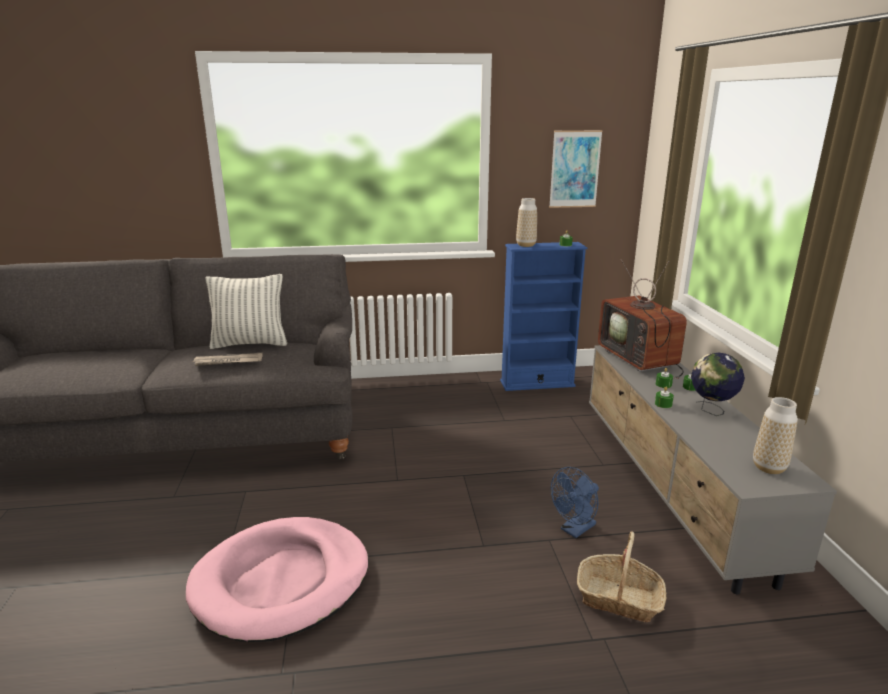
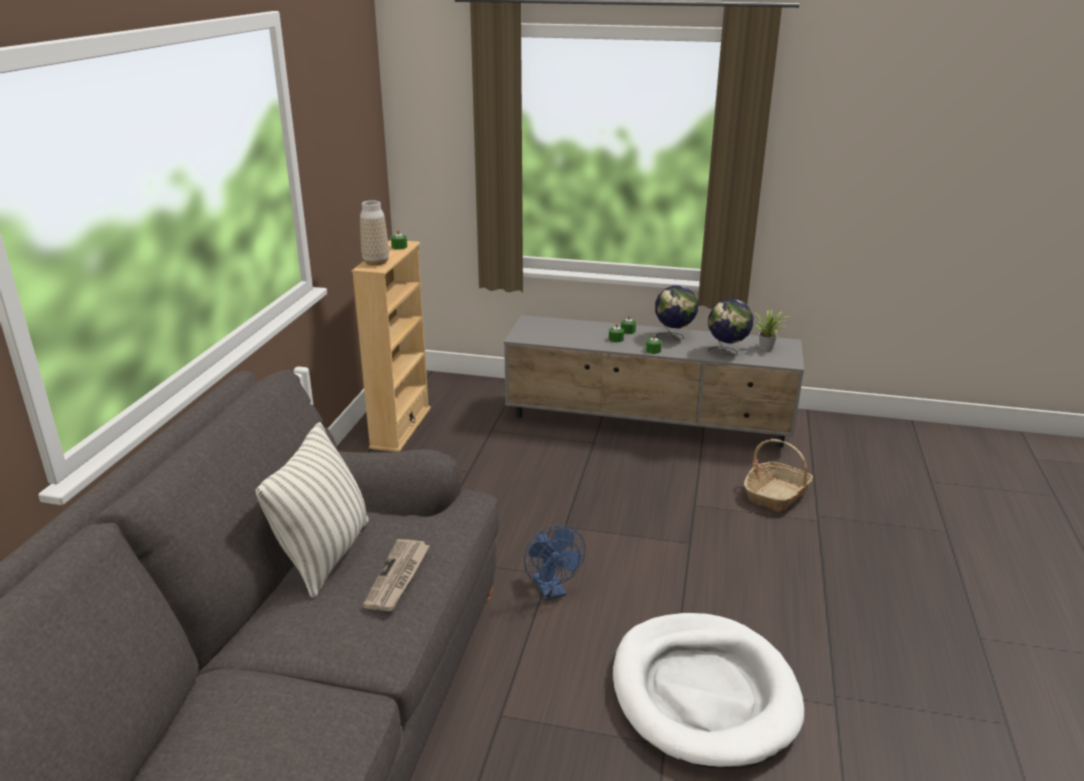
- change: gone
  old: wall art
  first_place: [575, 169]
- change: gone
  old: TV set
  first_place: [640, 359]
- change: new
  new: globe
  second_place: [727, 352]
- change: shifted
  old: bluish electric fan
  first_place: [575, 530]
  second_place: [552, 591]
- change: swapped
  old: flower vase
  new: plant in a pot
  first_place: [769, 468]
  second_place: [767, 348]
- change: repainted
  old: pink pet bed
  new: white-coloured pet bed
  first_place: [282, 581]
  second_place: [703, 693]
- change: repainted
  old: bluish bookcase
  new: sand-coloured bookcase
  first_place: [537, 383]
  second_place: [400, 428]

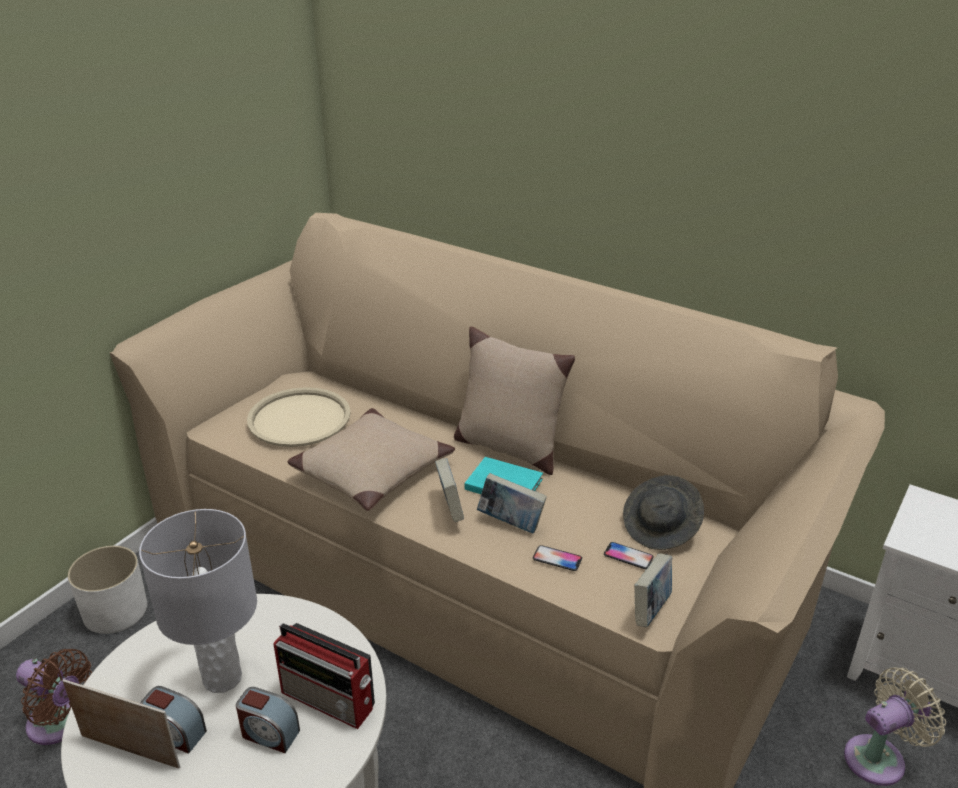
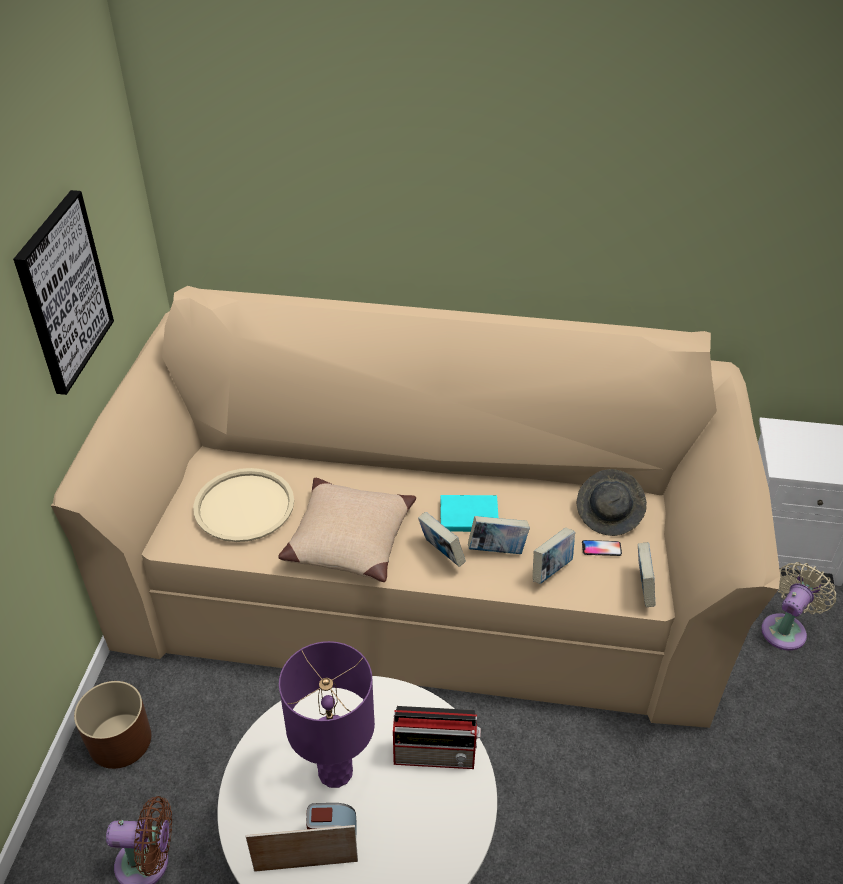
- change: gone
  old: alarm clock
  first_place: [269, 734]
- change: gone
  old: sand-coloured throw pillow
  first_place: [508, 447]
- change: new
  new: wall art
  second_place: [63, 292]
- change: swapped
  old: telephone
  new: volume
  first_place: [557, 559]
  second_place: [551, 570]
- change: repainted
  old: white-coloured planter
  new: brown planter
  first_place: [115, 611]
  second_place: [120, 741]
- change: repainted
  old: grey tabletop lamp
  new: purple-coloured tabletop lamp
  first_place: [223, 677]
  second_place: [336, 771]

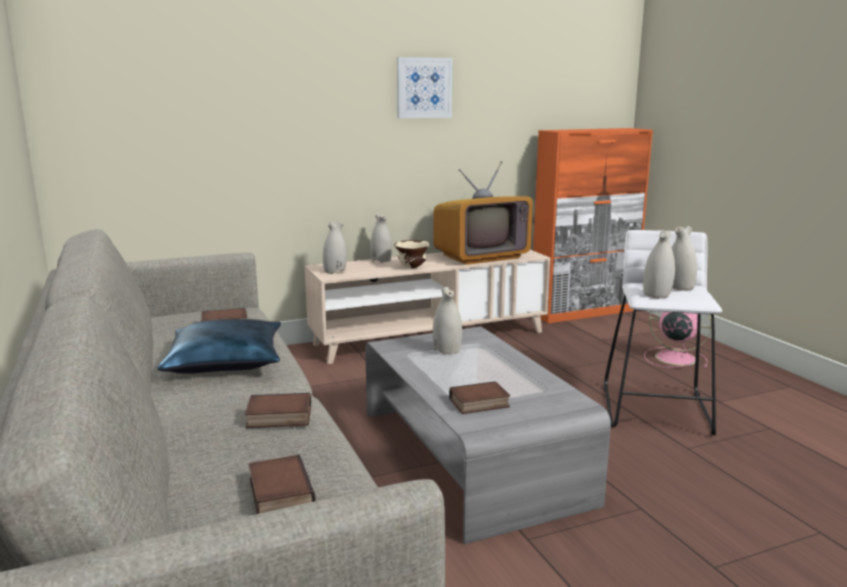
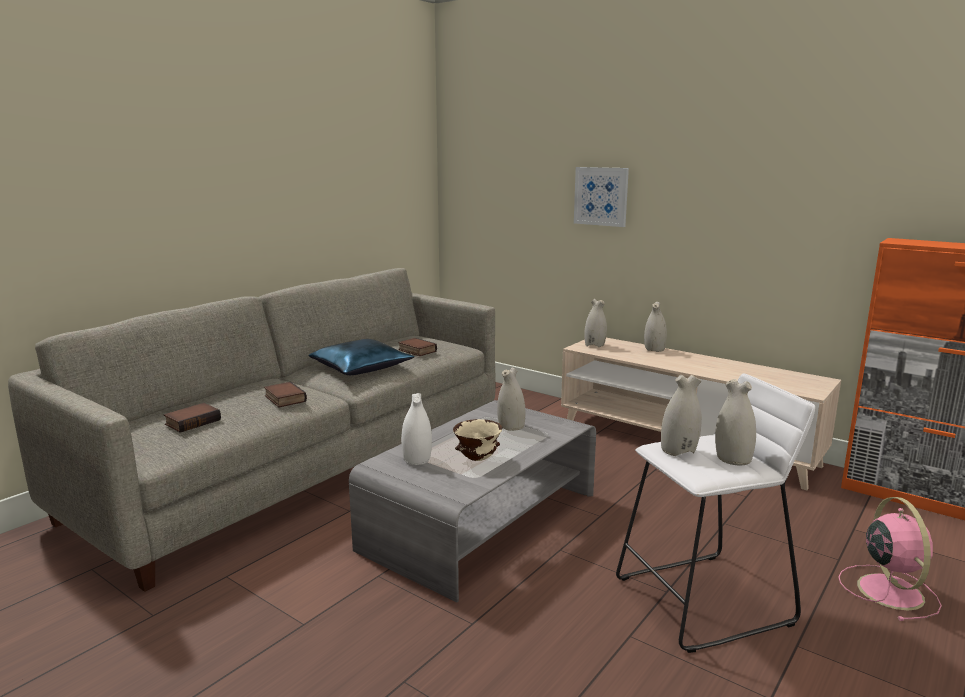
- change: gone
  old: TV set
  first_place: [481, 256]
- change: shifted
  old: sand-coloured bowl
  first_place: [412, 268]
  second_place: [477, 459]
- change: shifted
  old: wall art
  first_place: [424, 88]
  second_place: [601, 196]
- change: swapped
  old: volume
  new: white-coloured flower vase
  first_place: [479, 404]
  second_place: [417, 459]

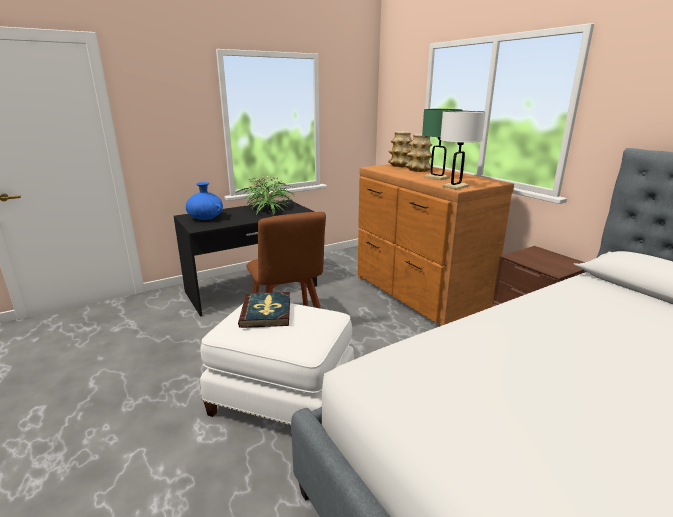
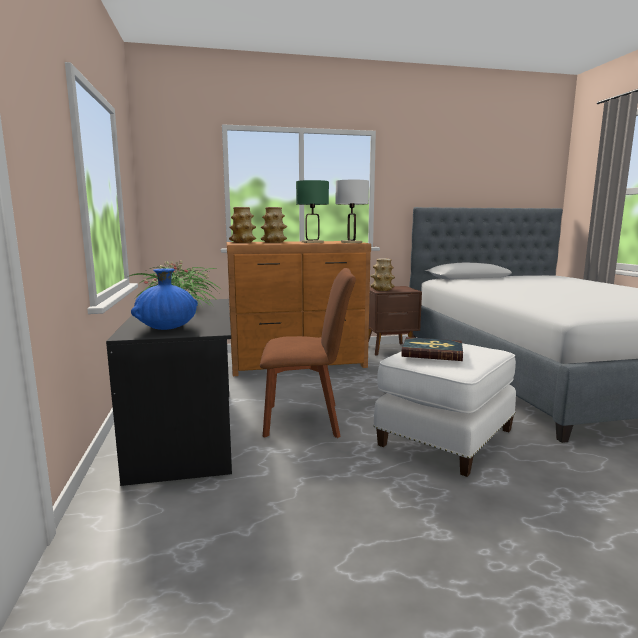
- change: new
  new: flower vase
  second_place: [382, 289]

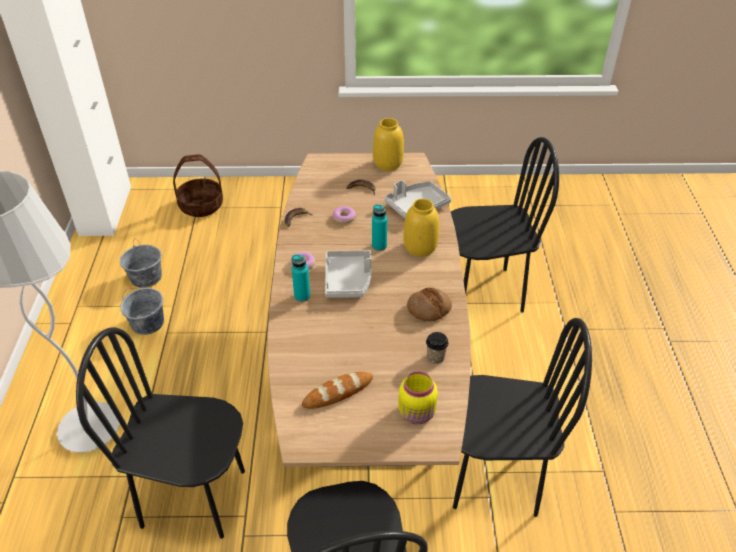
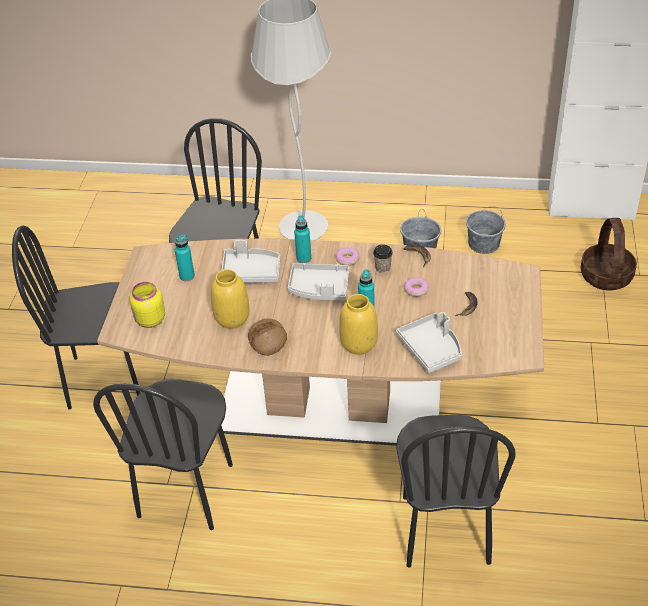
- change: new
  new: grey carrying tray
  second_place: [251, 272]
- change: shifted
  old: yellow-coloured flower vase
  first_place: [387, 164]
  second_place: [232, 318]
- change: shifted
  old: drinking cup
  first_place: [435, 357]
  second_place: [383, 268]
- change: swapped
  old: baked bread
  new: turquoise-coloured bottle
  first_place: [338, 392]
  second_place: [187, 276]

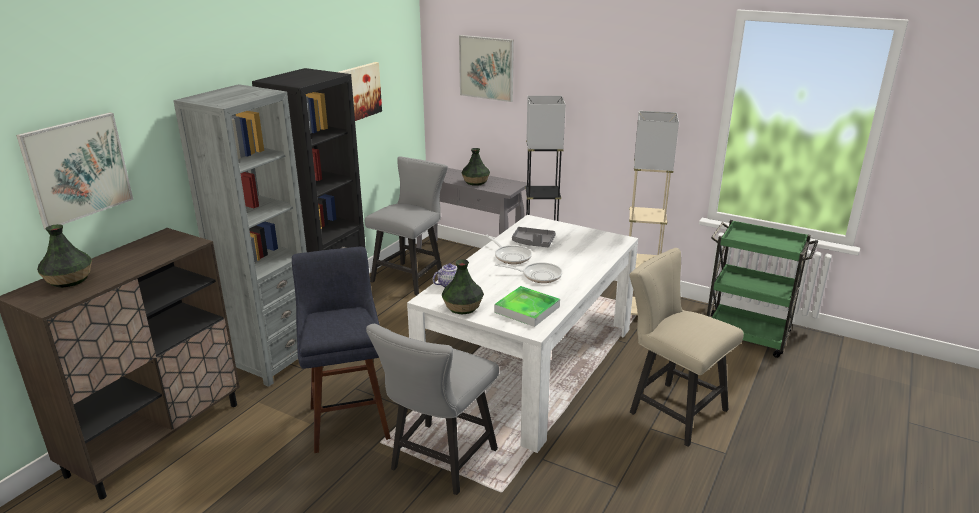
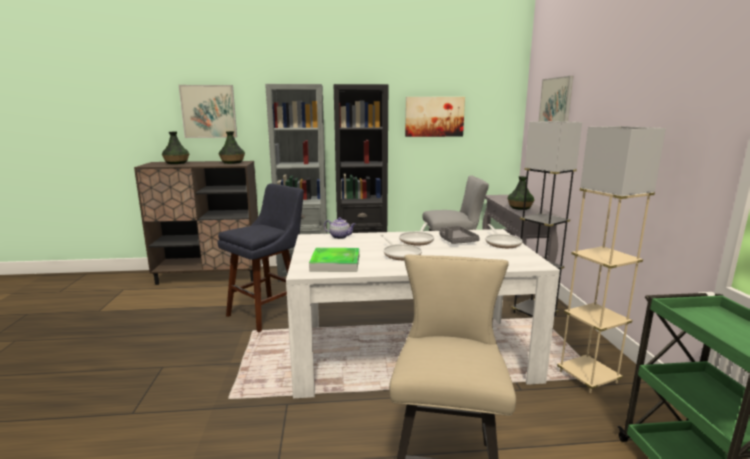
- change: gone
  old: grey plain chair
  first_place: [439, 463]
- change: new
  new: skillet
  second_place: [502, 243]
- change: shifted
  old: flower vase
  first_place: [462, 307]
  second_place: [232, 162]

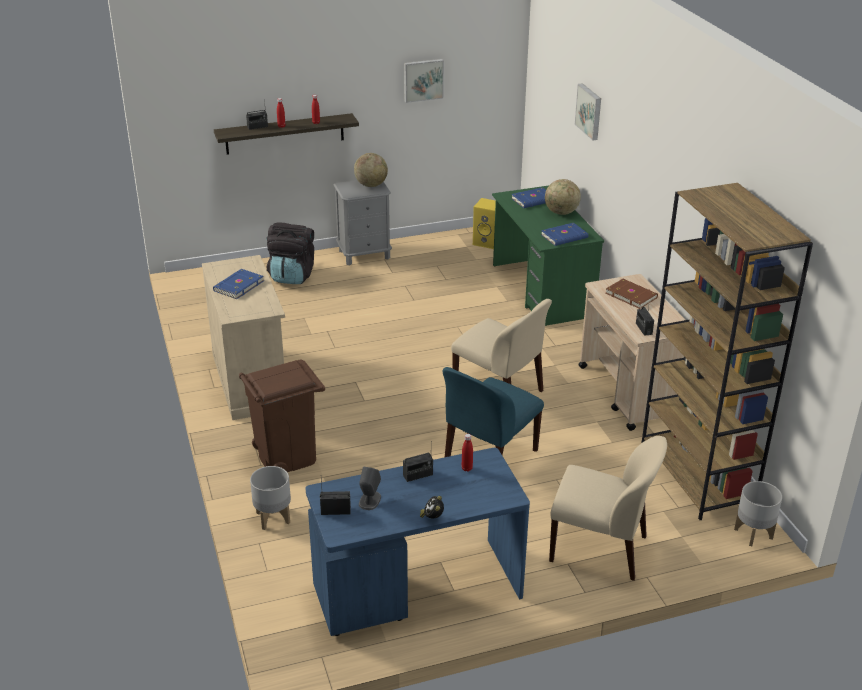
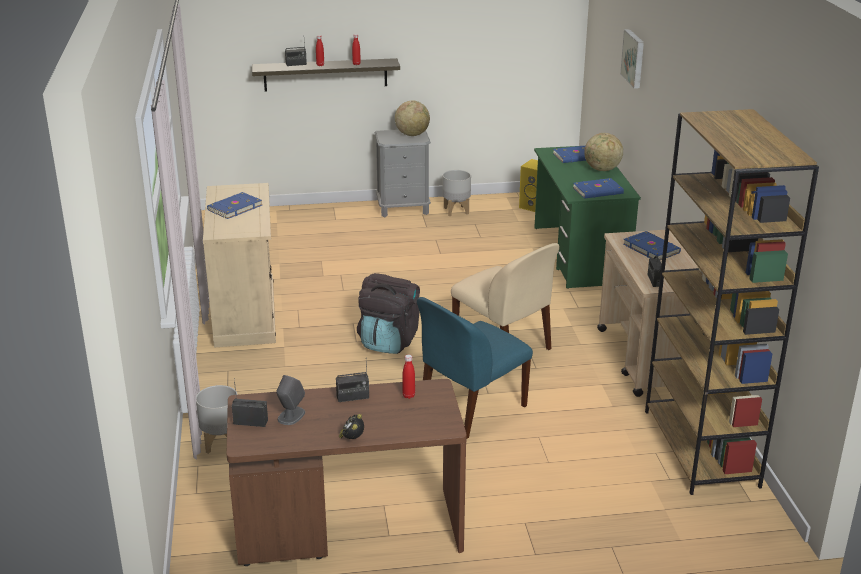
- change: gone
  old: brown waste bin
  first_place: [286, 456]
- change: gone
  old: wall art
  first_place: [423, 80]
- change: gone
  old: sand-coloured plain chair
  first_place: [601, 549]
- change: shifted
  old: blackish backpack
  first_place: [292, 276]
  second_place: [389, 341]
- change: shifted
  old: grey planter
  first_place: [753, 534]
  second_place: [456, 211]
- change: repainted
  old: bluish desk
  new: brown desk
  first_place: [417, 589]
  second_place: [349, 530]
- change: repainted
  old: brown volume
  new: bluish volume
  first_place: [631, 295]
  second_place: [651, 248]

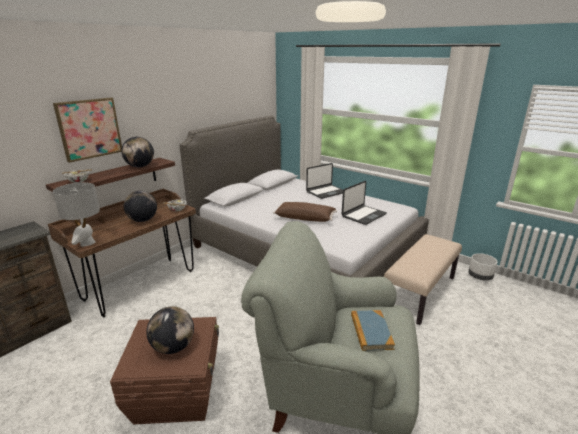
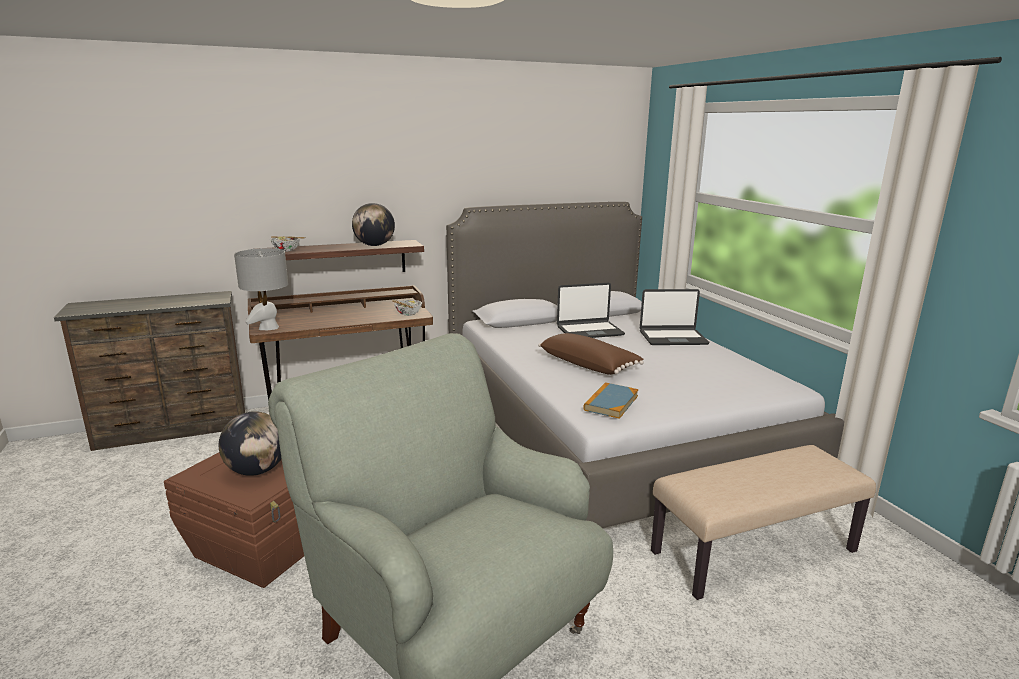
- change: gone
  old: wall art
  first_place: [89, 128]
- change: gone
  old: globe
  first_place: [143, 220]
- change: gone
  old: white-coloured planter
  first_place: [480, 277]
- change: shifted
  old: notebook computer
  first_place: [363, 215]
  second_place: [589, 331]
- change: shifted
  old: volume
  first_place: [371, 331]
  second_place: [611, 403]

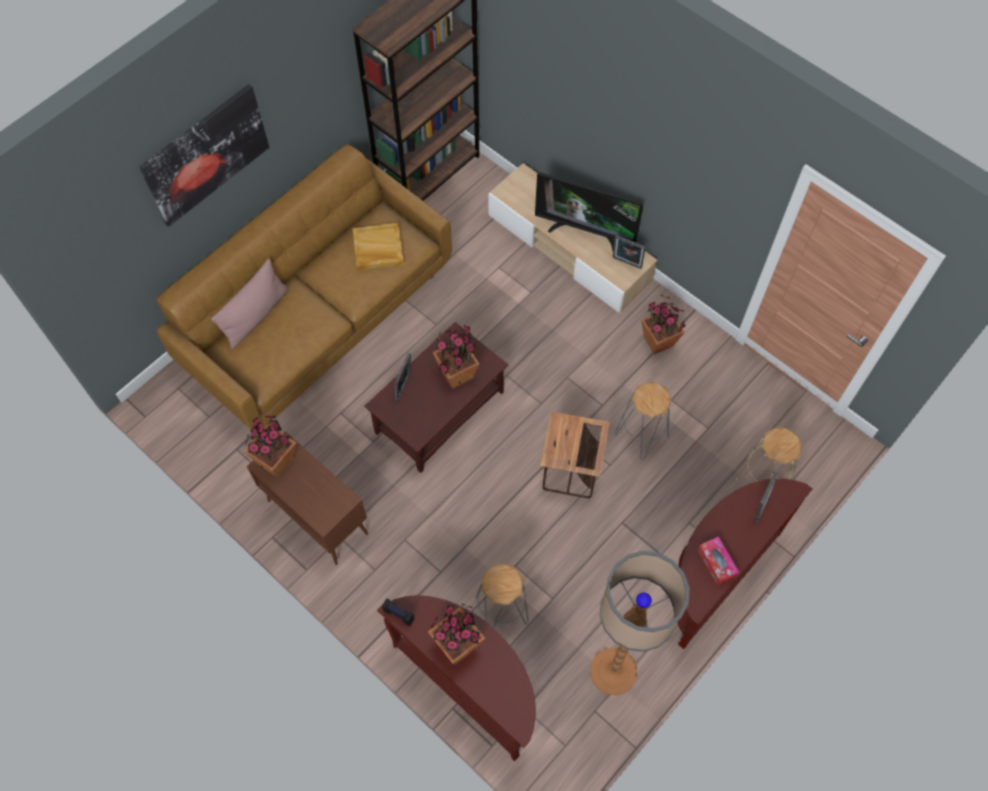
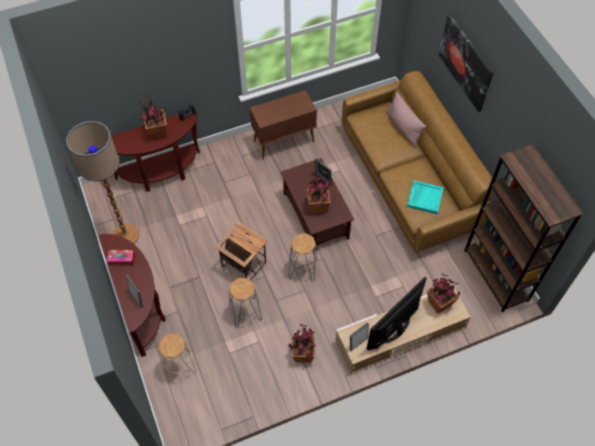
- change: shifted
  old: plant in a pot
  first_place: [276, 461]
  second_place: [439, 304]
- change: shifted
  old: grey sitting stool
  first_place: [501, 609]
  second_place: [303, 269]
- change: repainted
  old: sand-coloured carrying tray
  new: turquoise-coloured carrying tray
  first_place: [378, 248]
  second_place: [424, 197]

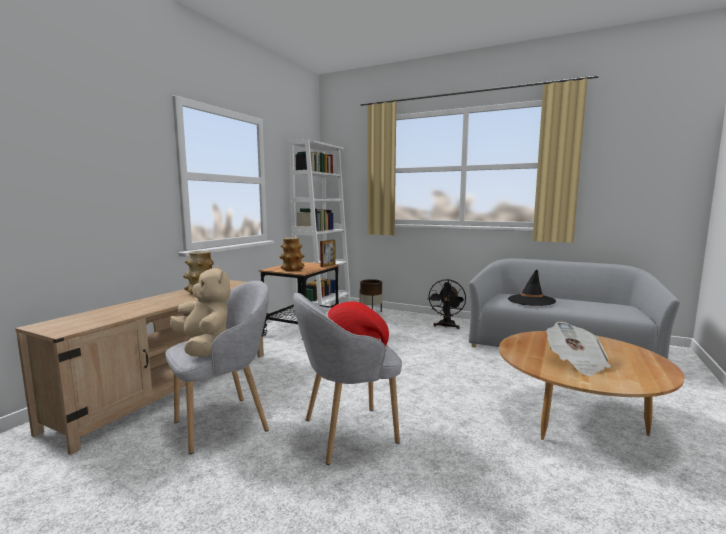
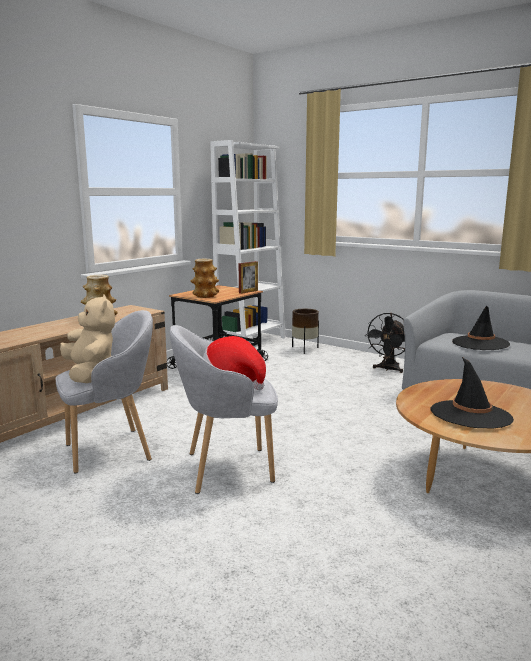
- change: swapped
  old: daily paper
  new: blackish clothing hat
  first_place: [576, 363]
  second_place: [470, 415]

